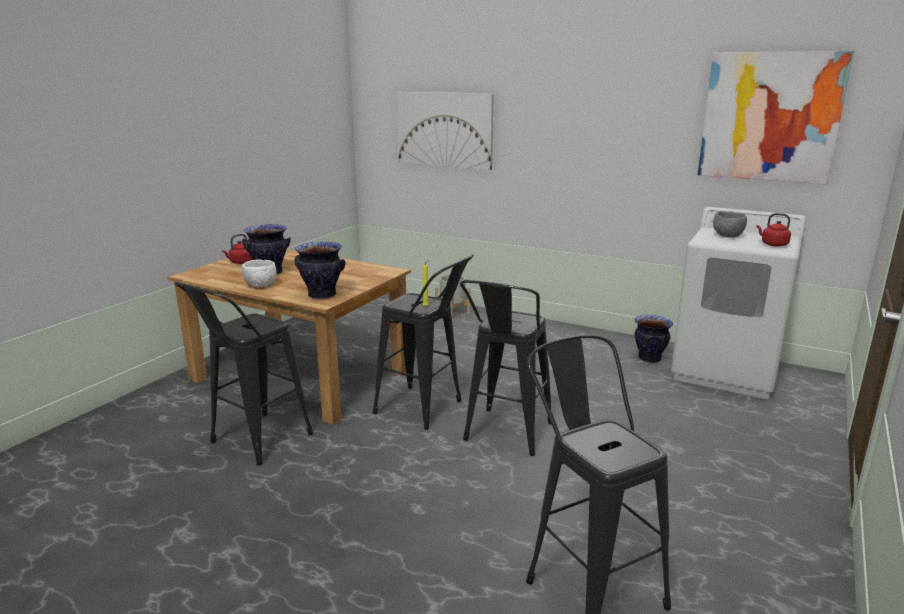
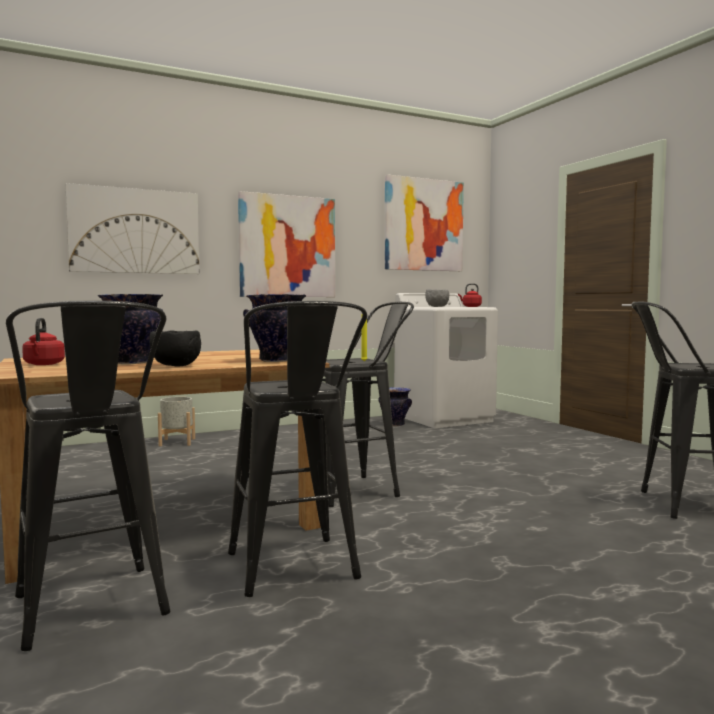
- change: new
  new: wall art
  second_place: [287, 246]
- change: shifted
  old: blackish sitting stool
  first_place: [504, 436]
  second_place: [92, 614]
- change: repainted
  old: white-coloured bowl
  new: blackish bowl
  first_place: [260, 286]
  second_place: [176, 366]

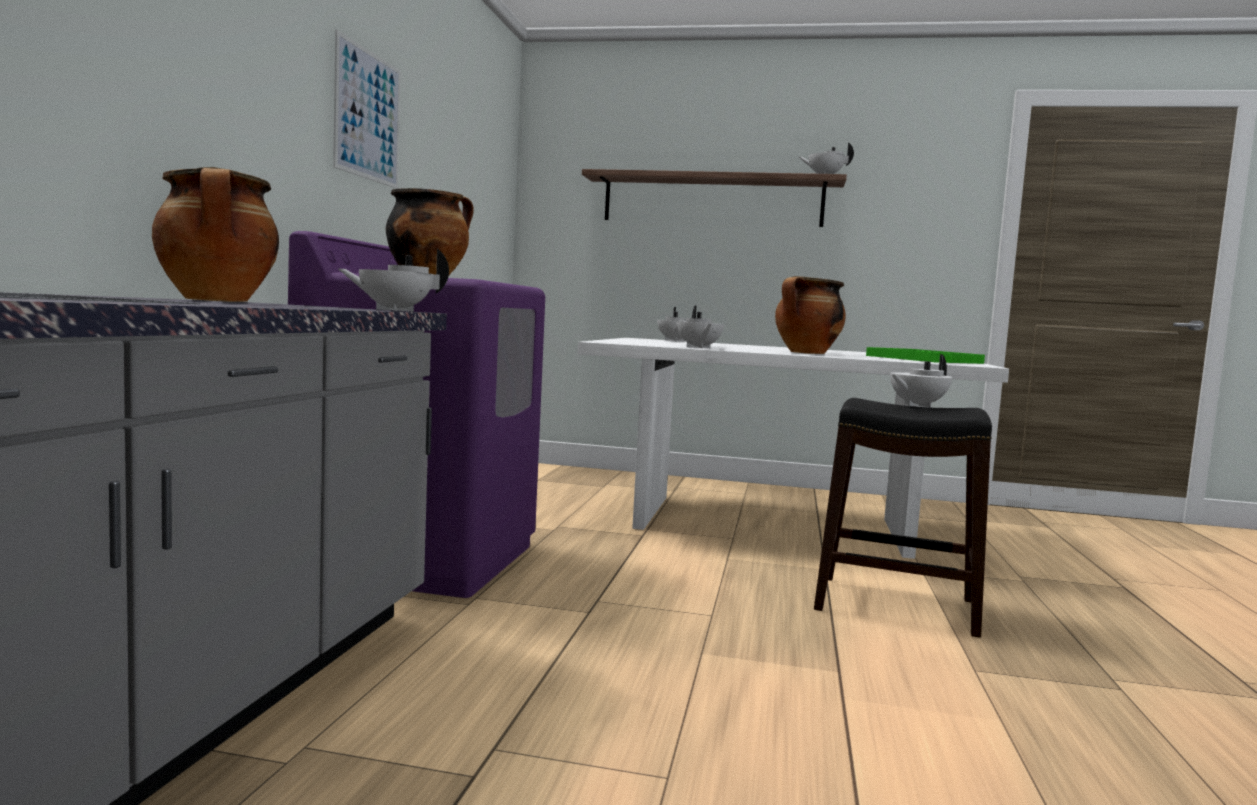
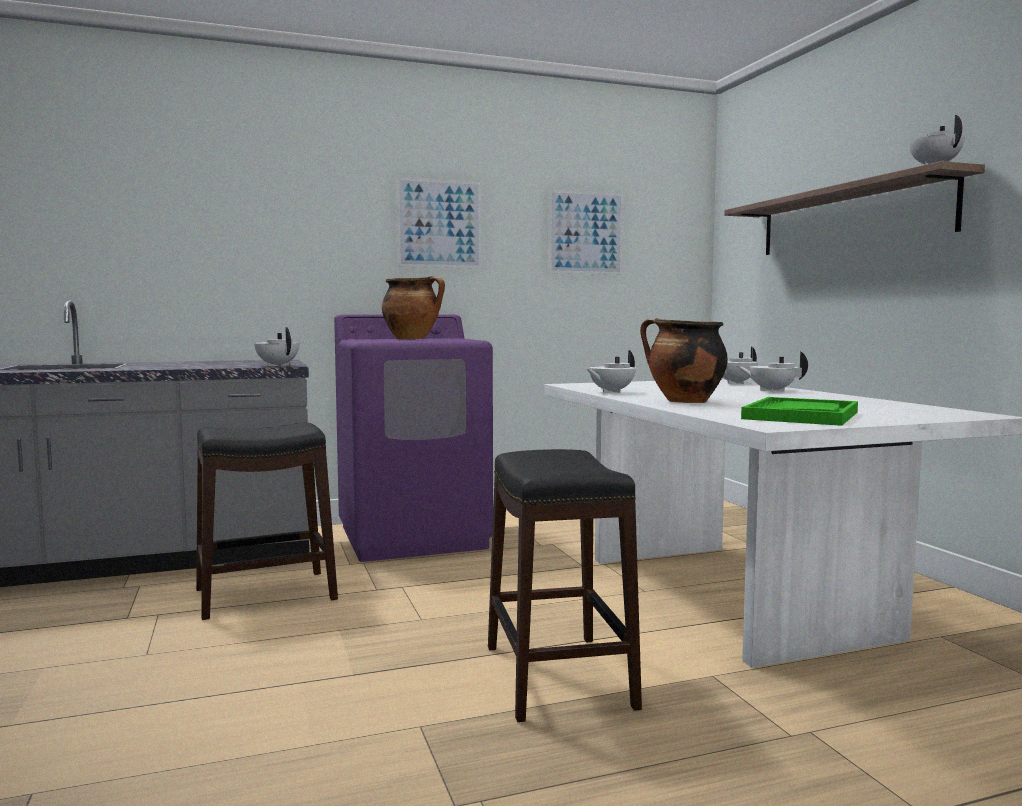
- change: gone
  old: stockpot
  first_place: [218, 301]
- change: new
  new: blackish sitting stool
  second_place: [266, 594]
- change: new
  new: wall art
  second_place: [586, 233]
- change: shifted
  old: white-coloured tea pot
  first_place: [916, 405]
  second_place: [772, 391]

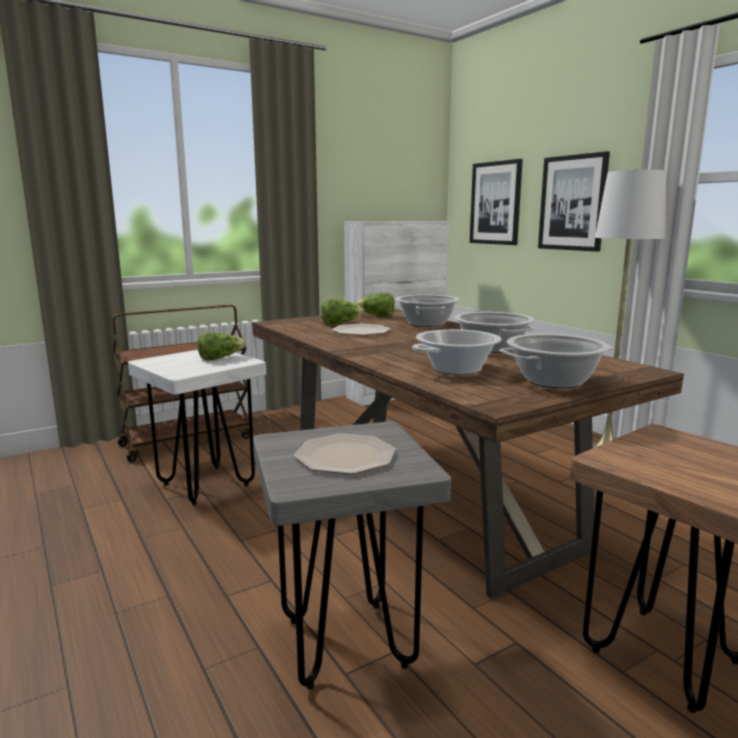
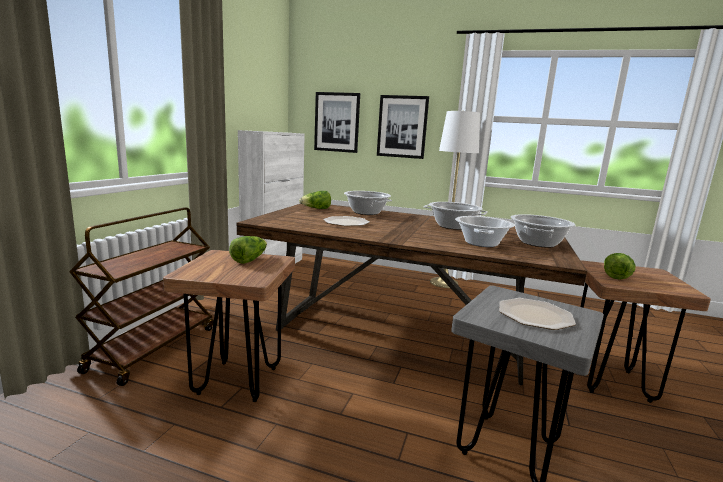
- change: shifted
  old: head of lettuce
  first_place: [340, 323]
  second_place: [615, 275]
- change: repainted
  old: white-coloured sitting stool
  new: brown sitting stool
  first_place: [205, 484]
  second_place: [237, 381]

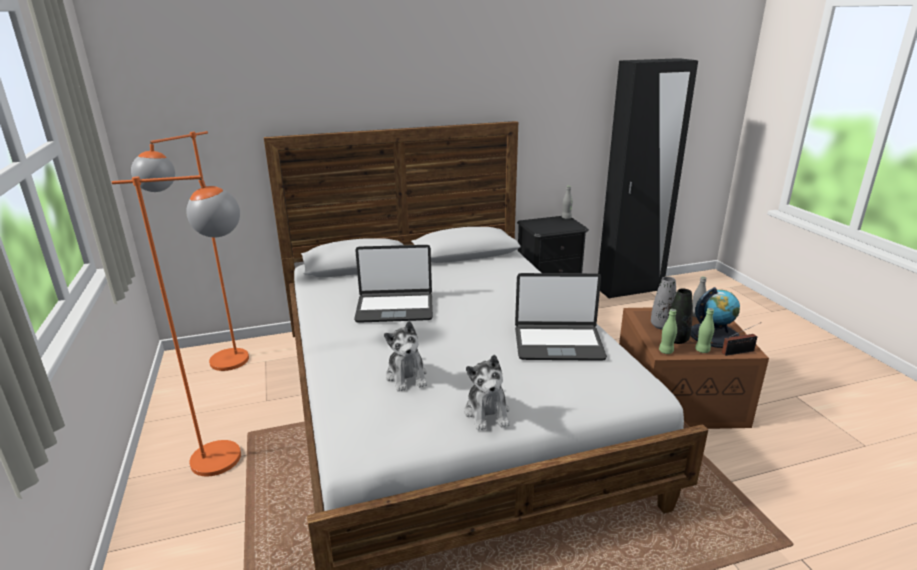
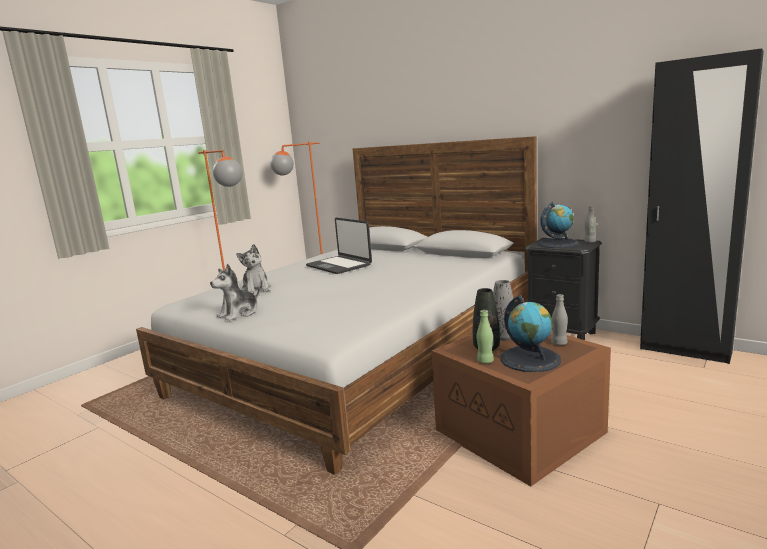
- change: gone
  old: notebook computer
  first_place: [558, 343]
- change: gone
  old: greenish bottle
  first_place: [666, 351]
- change: gone
  old: radio set
  first_place: [739, 352]
- change: new
  new: globe
  second_place: [558, 244]
- change: rotated
  old: cuddly toy
  first_place: [407, 376]
  second_place: [256, 289]
  degrees: -60

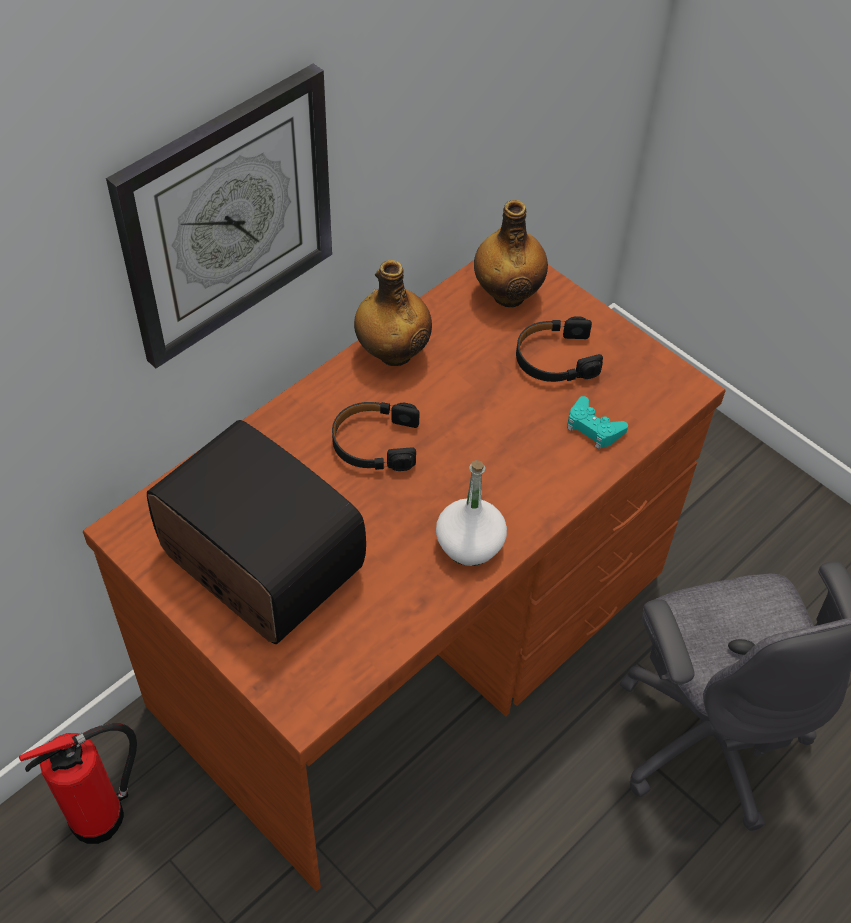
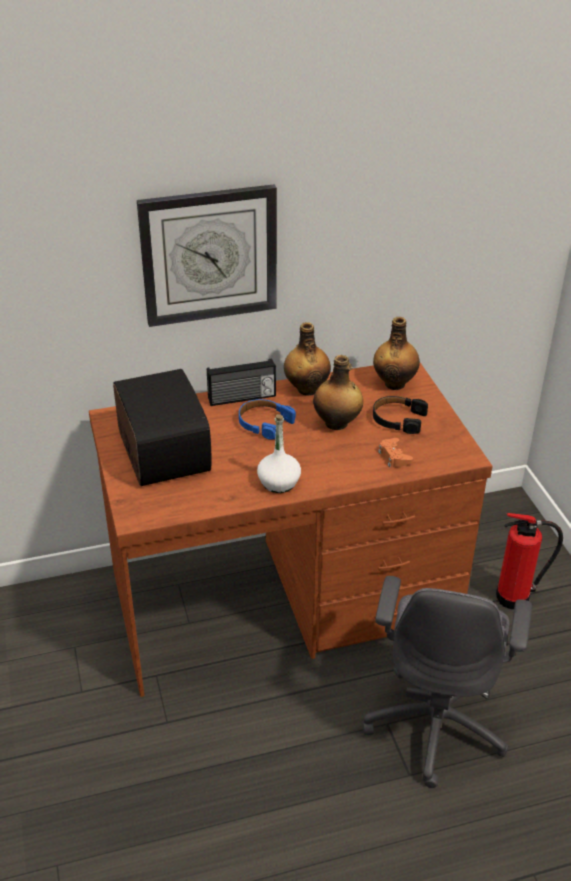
- change: new
  new: radio set
  second_place: [242, 398]
- change: new
  new: bottle
  second_place: [337, 423]
- change: shifted
  old: fire-fighting cylinder
  first_place: [102, 815]
  second_place: [516, 597]
- change: repainted
  old: blackish headphones
  new: bluish headphones
  first_place: [375, 443]
  second_place: [264, 423]
- change: repainted
  old: turquoise-coloured joypad
  new: orange-coloured joypad
  first_place: [593, 428]
  second_place: [394, 456]

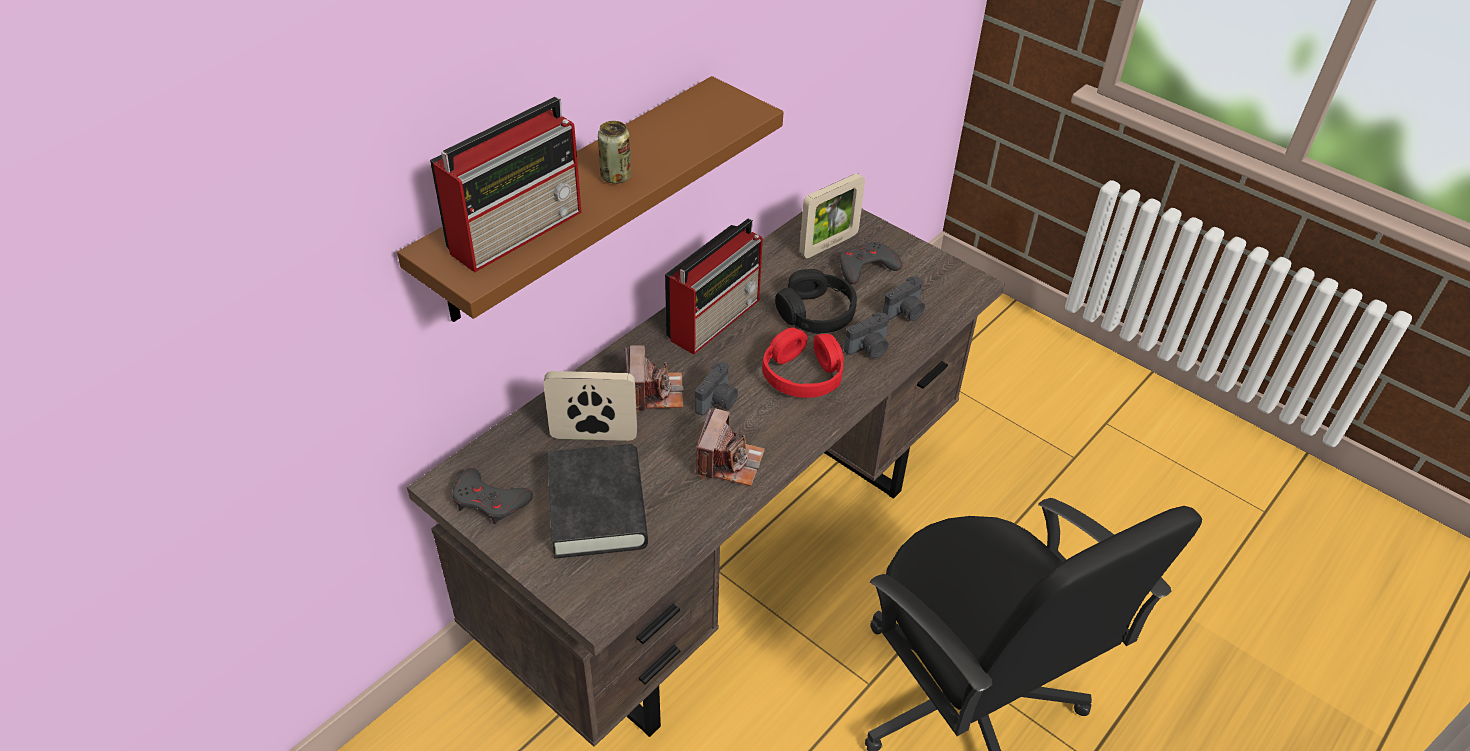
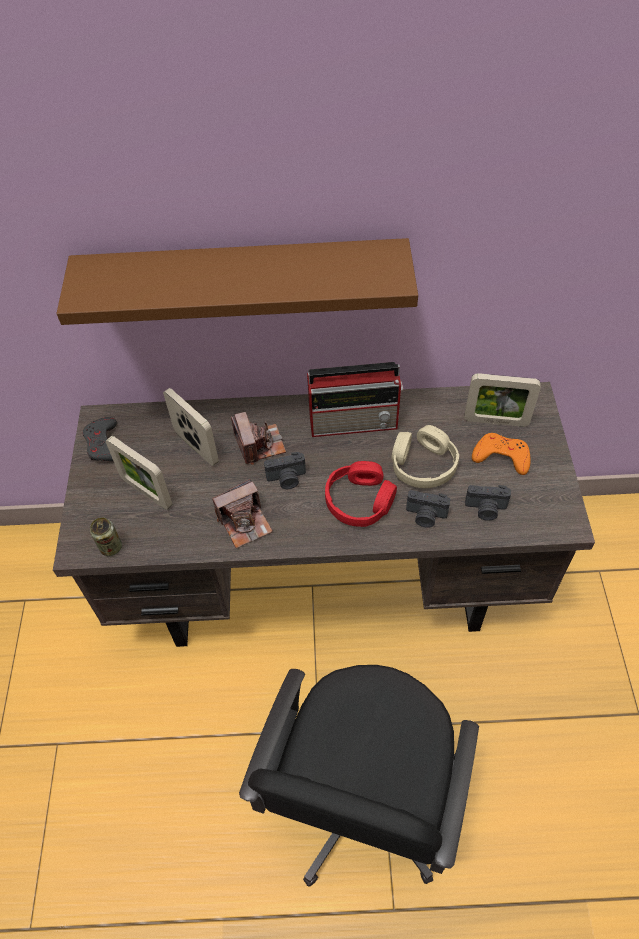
- change: gone
  old: radio set
  first_place: [518, 230]
- change: shifted
  old: can
  first_place: [615, 177]
  second_place: [111, 547]
- change: swapped
  old: blackish volume
  new: standing frame
  first_place: [597, 508]
  second_place: [146, 492]
- change: repainted
  old: blackish headphones
  new: sand-coloured headphones
  first_place: [816, 313]
  second_place: [423, 464]
- change: repainted
  old: grey joypad
  new: orange-coloured joypad
  first_place: [866, 267]
  second_place: [501, 456]
- change: rotated
  old: photo camera
  first_place: [654, 392]
  second_place: [259, 444]
  degrees: -60

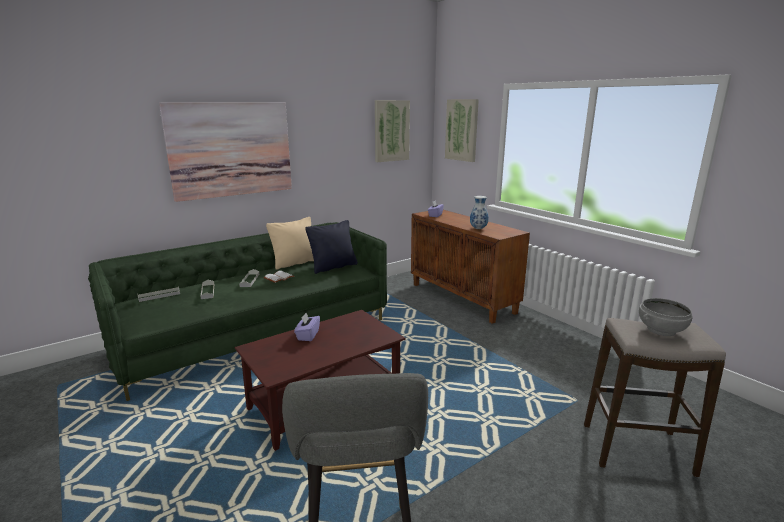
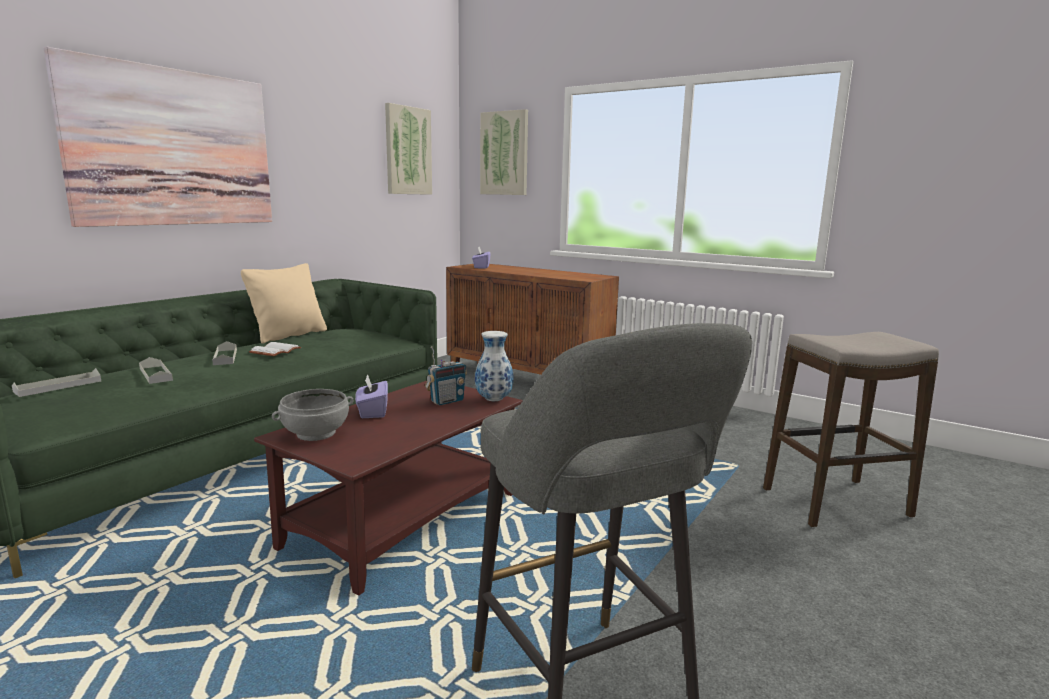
- change: gone
  old: blackish throw pillow
  first_place: [333, 267]
- change: new
  new: radio set
  second_place: [447, 401]
- change: shifted
  old: flower vase
  first_place: [478, 228]
  second_place: [494, 400]
- change: shifted
  old: grey bowl
  first_place: [660, 330]
  second_place: [315, 433]

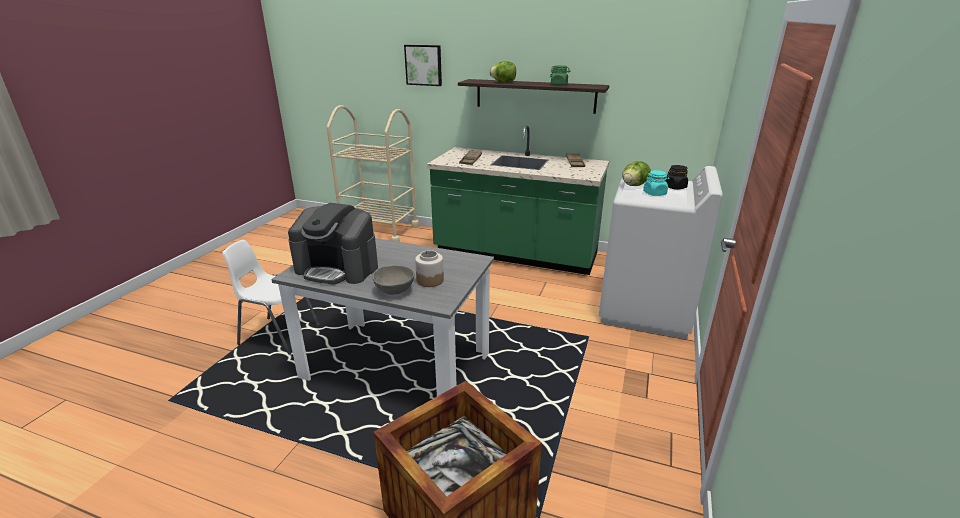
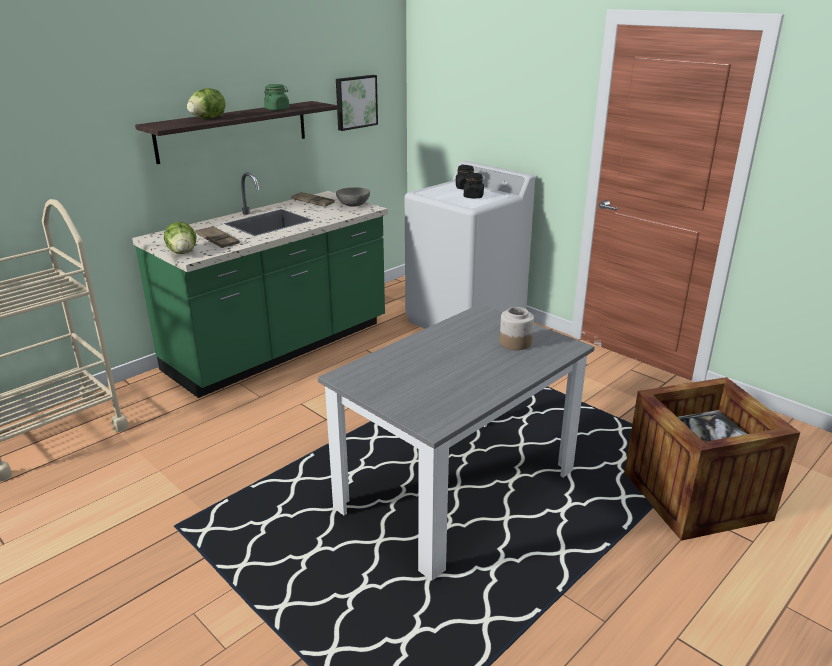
- change: gone
  old: white-coloured plain chair
  first_place: [278, 335]
- change: gone
  old: coffee maker
  first_place: [338, 268]
- change: shifted
  old: grey bowl
  first_place: [394, 291]
  second_place: [354, 205]
- change: shifted
  old: wall art
  first_place: [424, 65]
  second_place: [355, 102]
- change: shifted
  old: head of lettuce
  first_place: [634, 185]
  second_place: [182, 253]
- change: repainted
  old: turquoise-coloured jar
  new: blackish jar
  first_place: [654, 193]
  second_place: [473, 196]

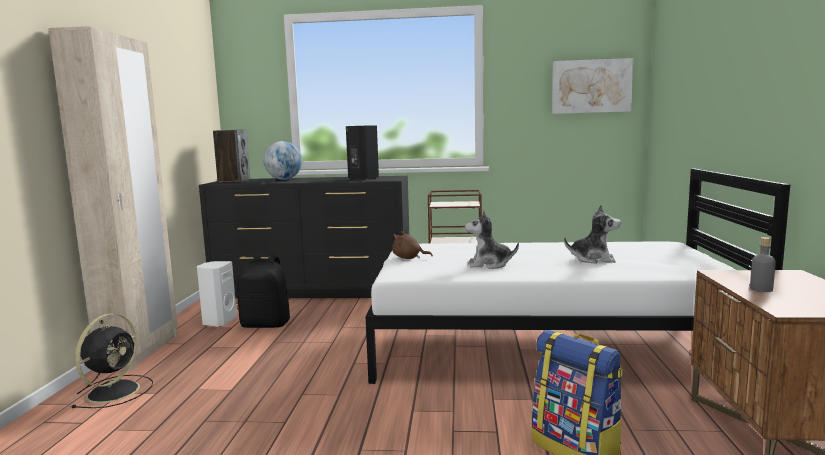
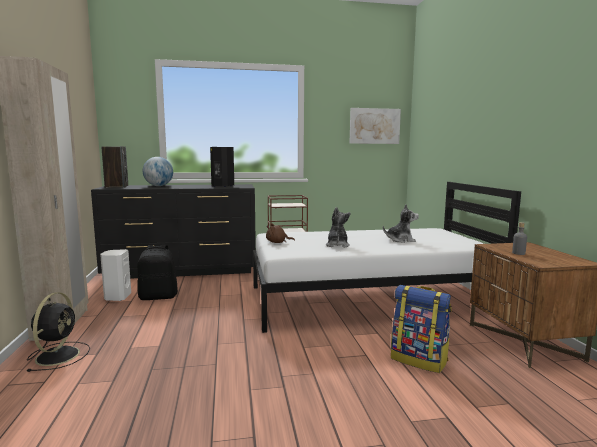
- change: rotated
  old: cuddly toy
  first_place: [489, 264]
  second_place: [337, 245]
  degrees: 105

